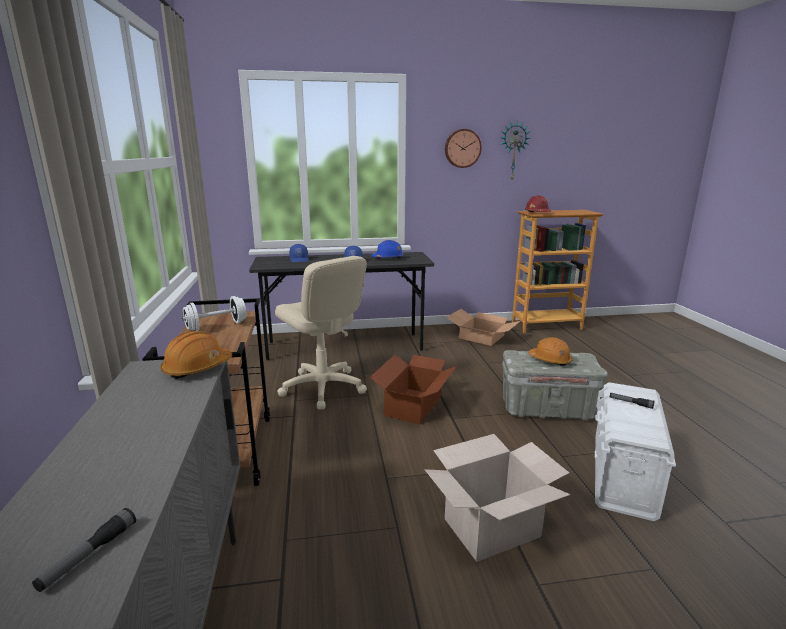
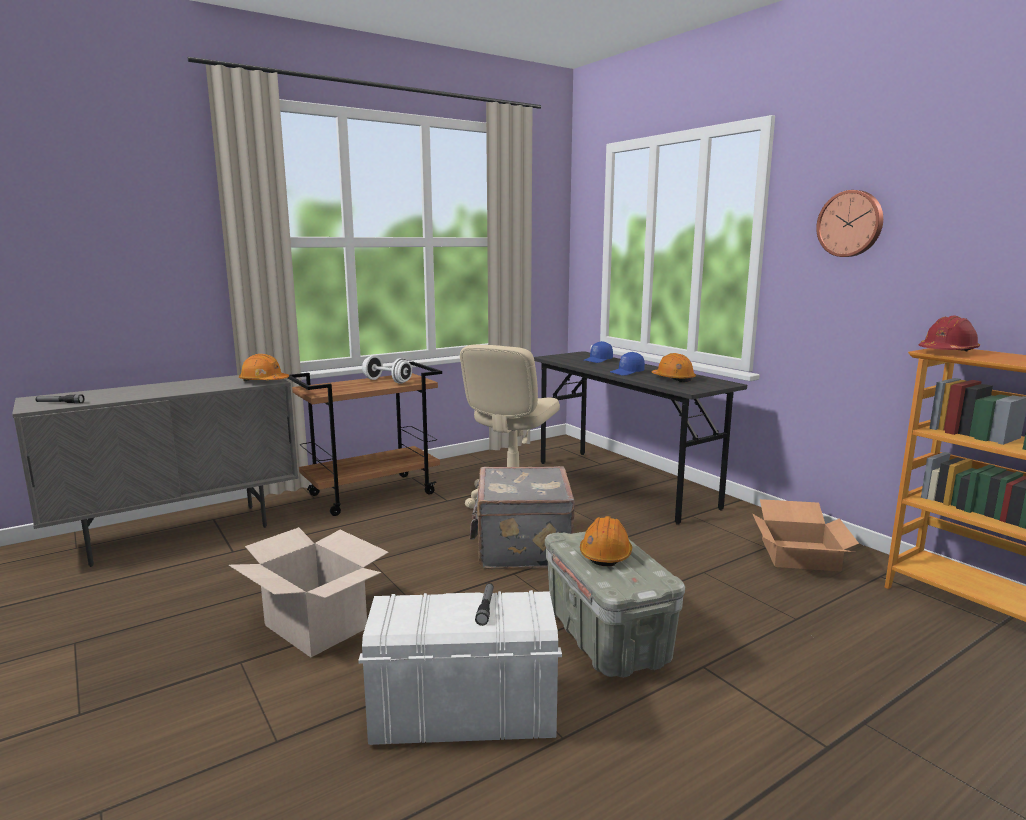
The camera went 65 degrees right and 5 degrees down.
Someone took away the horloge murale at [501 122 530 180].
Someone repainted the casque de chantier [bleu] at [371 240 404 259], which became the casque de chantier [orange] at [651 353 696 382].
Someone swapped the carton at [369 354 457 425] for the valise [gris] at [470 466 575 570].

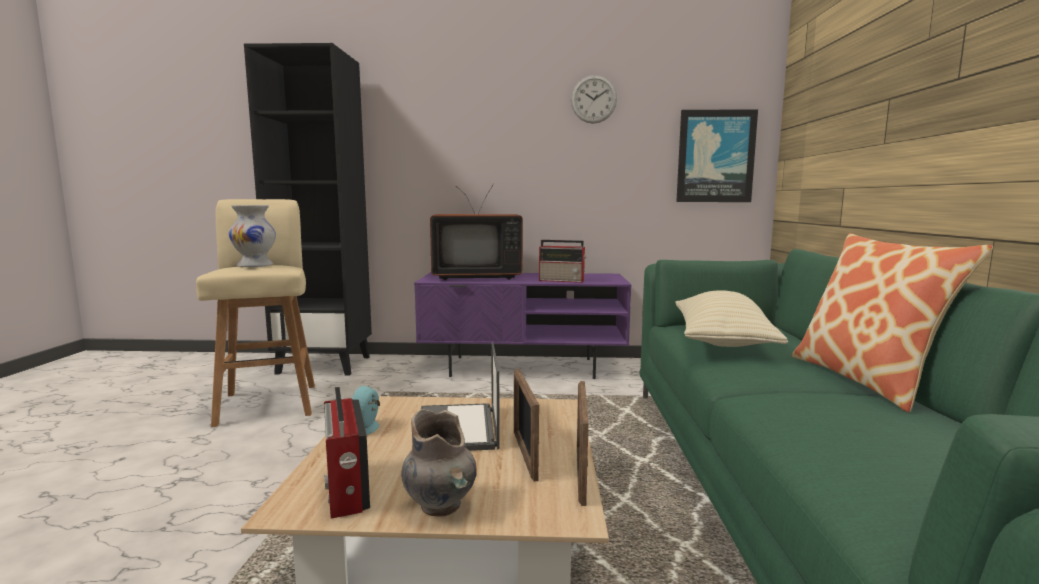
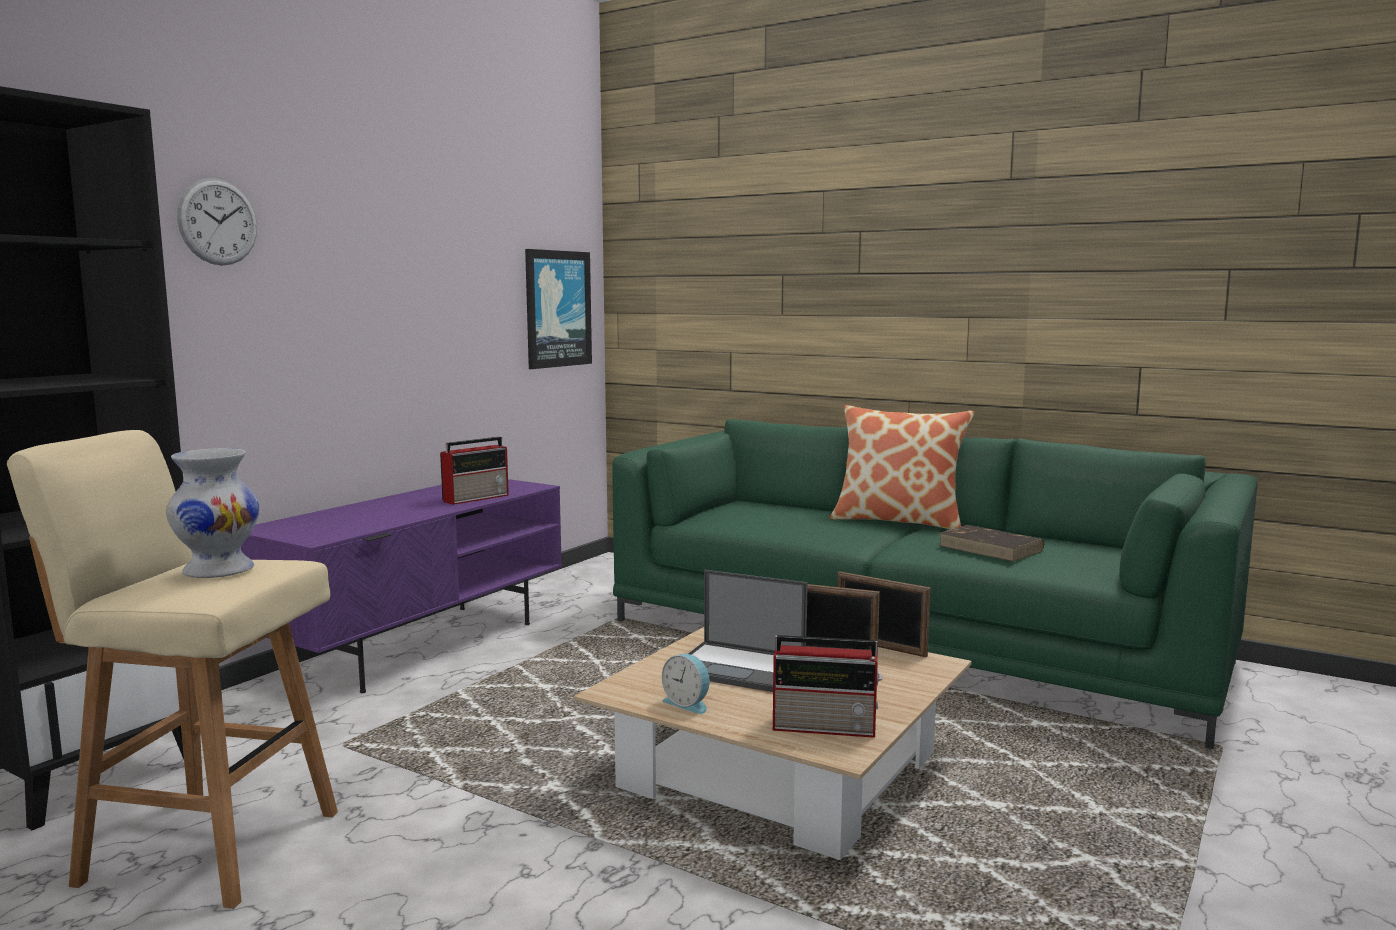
The camera went 60 degrees left and 0 degrees up.
Someone carried the horloge murale from [571 75 617 124] to [177 178 257 266].
Someone took away the téléviseur at [430 183 523 280].
Someone took away the coussin [beige] at [675 290 788 347].
Someone took away the vase [gris] at [401 409 477 516].
Someone put down the livre [marron] at [938 525 1044 562].

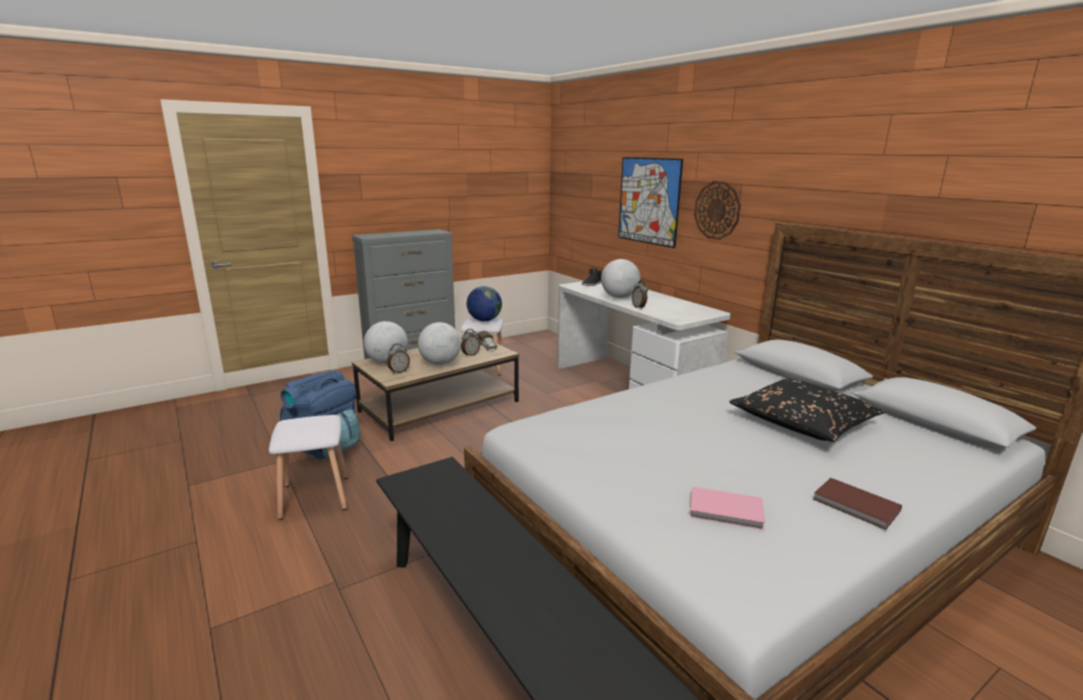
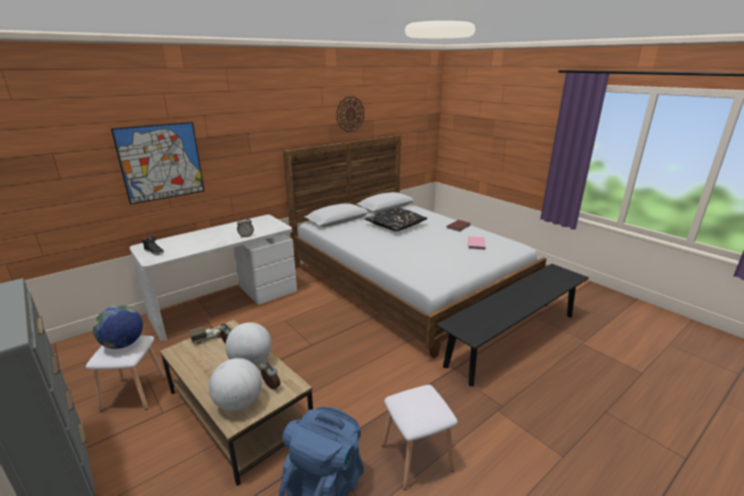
The camera went 95 degrees left and 5 degrees up.
Someone carried the horloge murale from [694 181 741 240] to [336 96 364 132].
Someone took away the globe at [601 259 640 298].

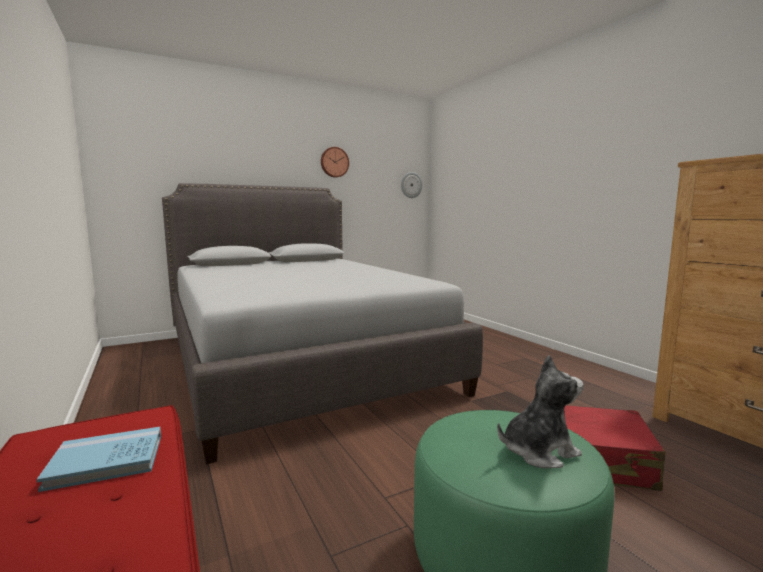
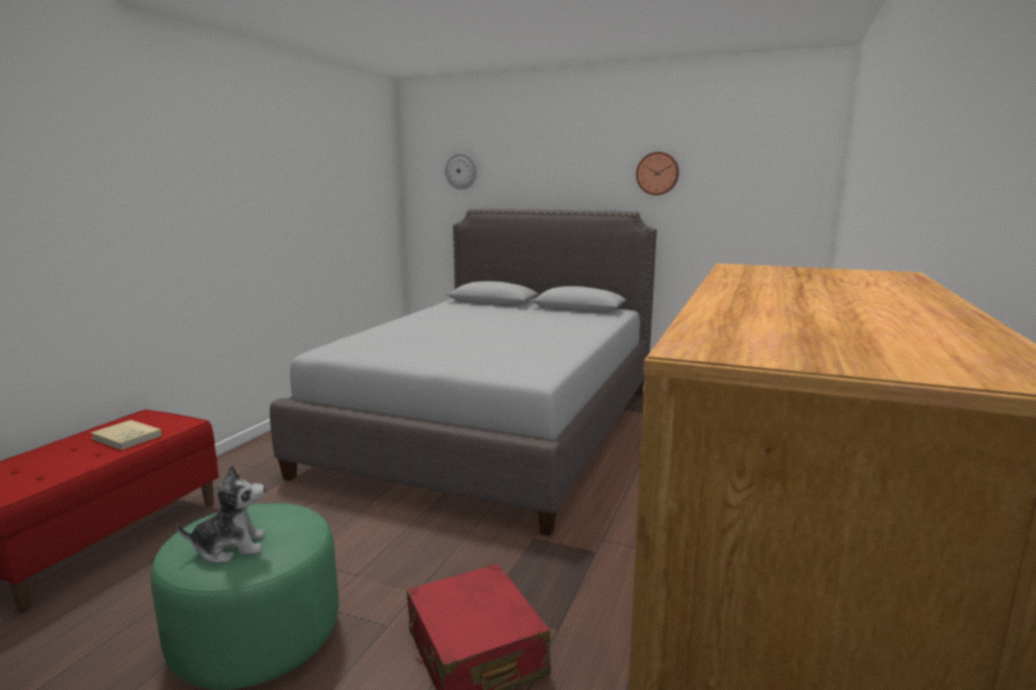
The camera went 50 degrees right and 5 degrees up.
Someone carried the horloge murale from [401 172 422 198] to [445 153 477 190].
Someone rotated the peluche at [497 355 584 468] by 45 degrees counterclockwise.
Someone repainted the livre [bleu] at [37 427 161 492], which became the livre [beige] at [90 420 162 450].

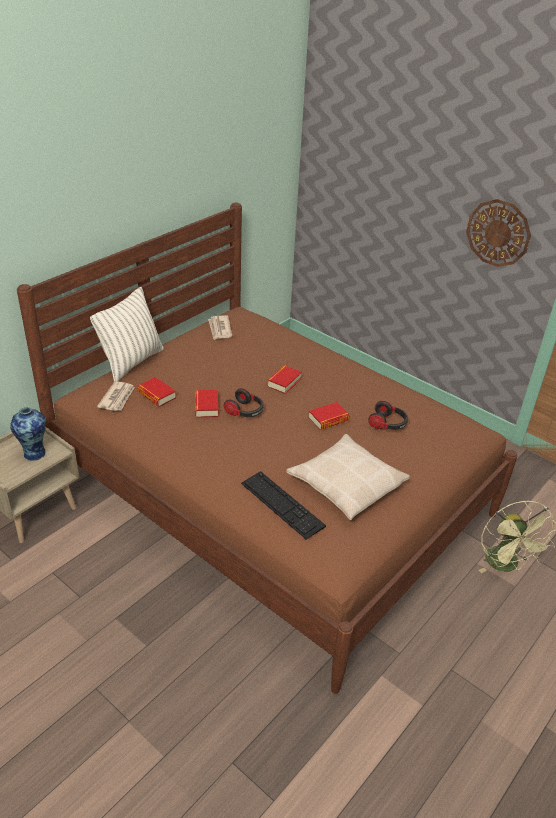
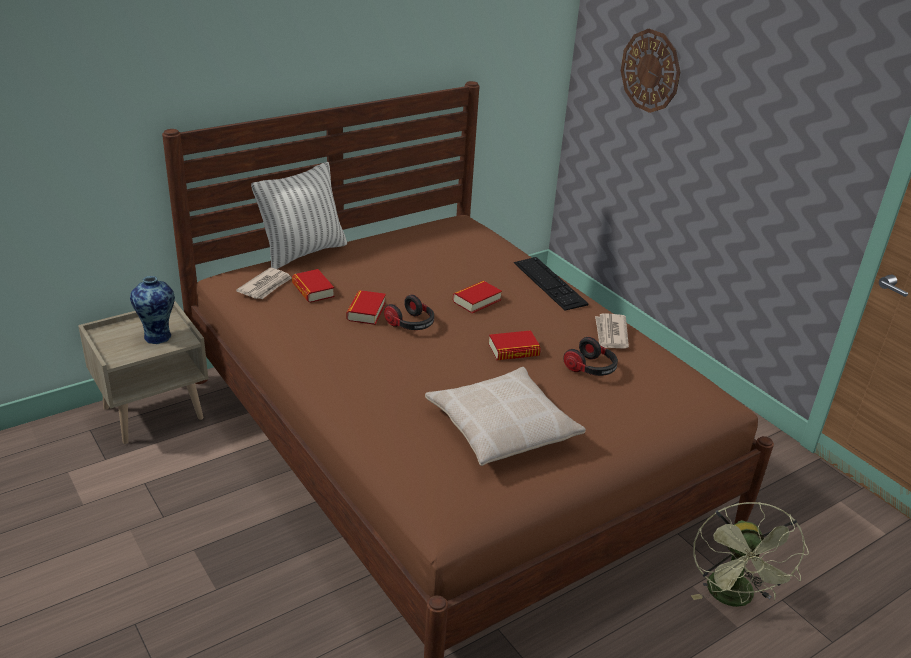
The camera went 15 degrees right and 5 degrees down.
Someone carried the horloge murale from [466 199 531 267] to [621 29 680 113].
Someone carried the journal from [208 315 232 340] to [595 313 629 349].
Someone carried the clavier from [241 471 326 539] to [514 257 589 310].

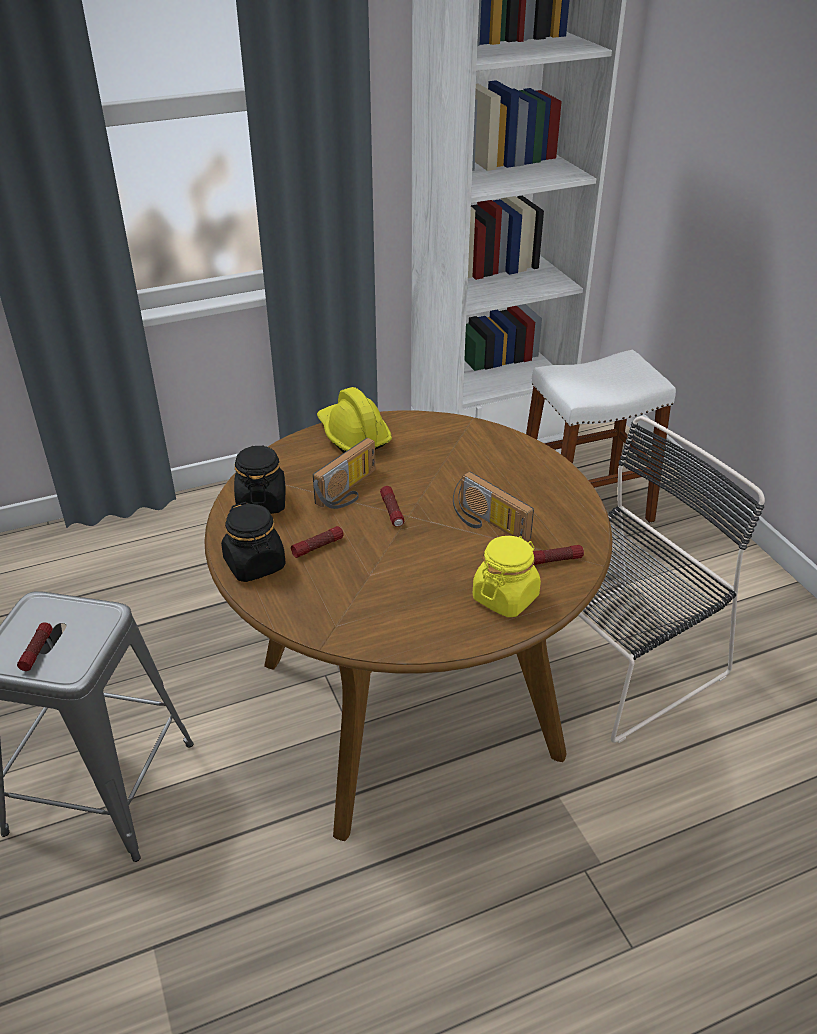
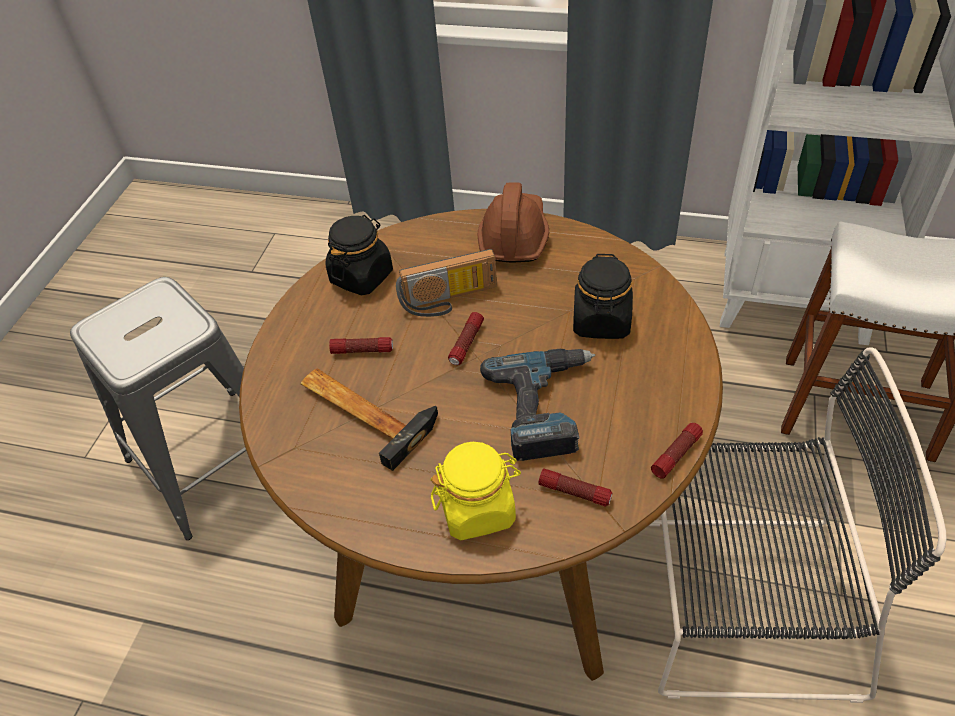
The camera went 40 degrees right and 10 degrees up.
Someone repainted the casque de chantier [jaune] at [317 387 392 453], which became the casque de chantier [marron] at [478 182 549 263].
Someone swapped the radio at [453 472 534 541] for the perceuse at [480 349 595 461].
Someone carried the bocal [noir] from [221 502 286 582] to [573 254 633 339].
Someone carried the lampe de poche from [17 622 53 671] to [651 423 703 479].
Someone put down the marteau at [301 368 438 471].

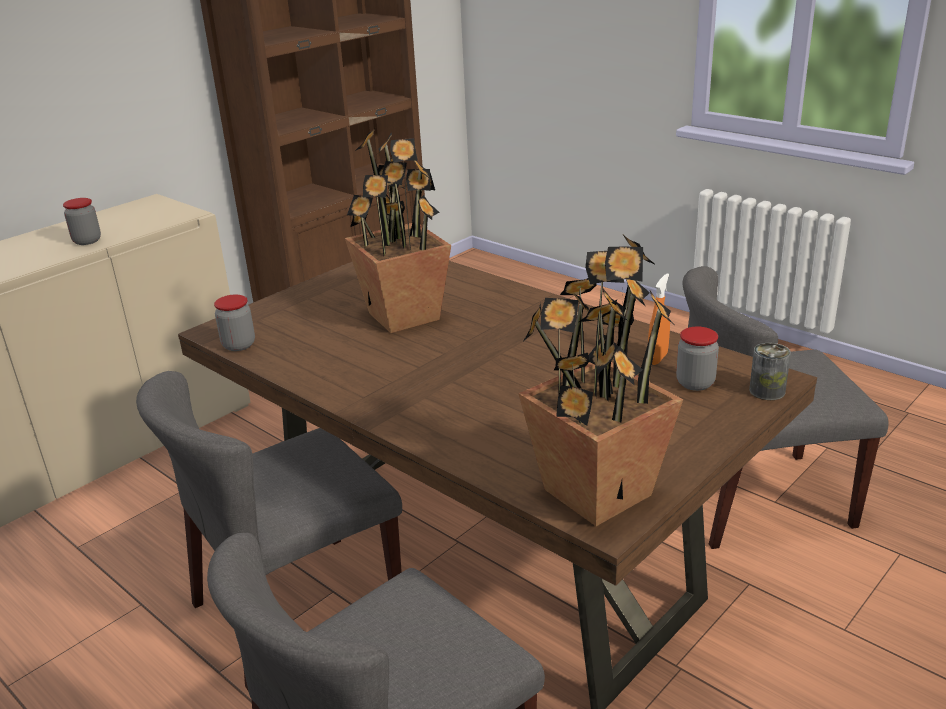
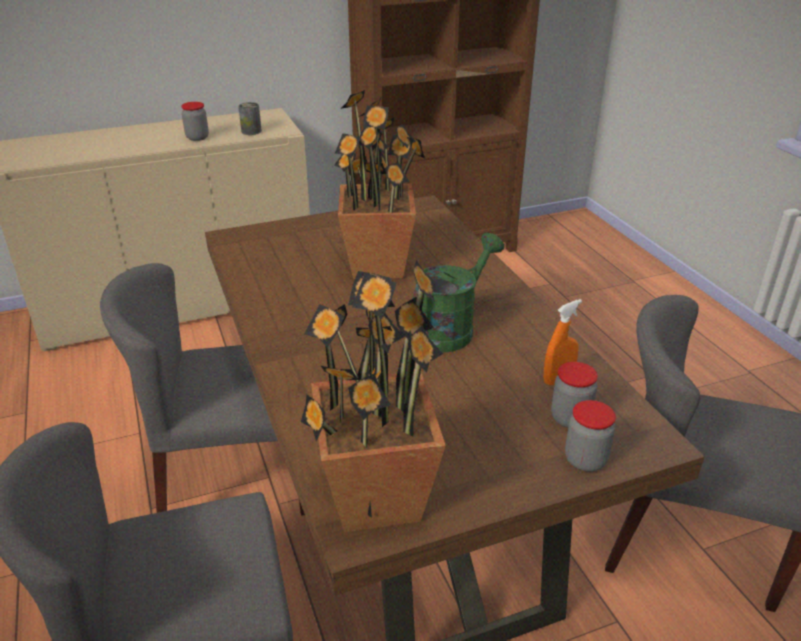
The camera went 25 degrees right and 5 degrees up.
Someone carried the bocal from [214 295 255 351] to [565 400 616 472].
Someone carried the boîte métallique from [749 343 791 400] to [238 102 262 135].
Someone put down the arrosoir [vert] at [413 233 504 352].

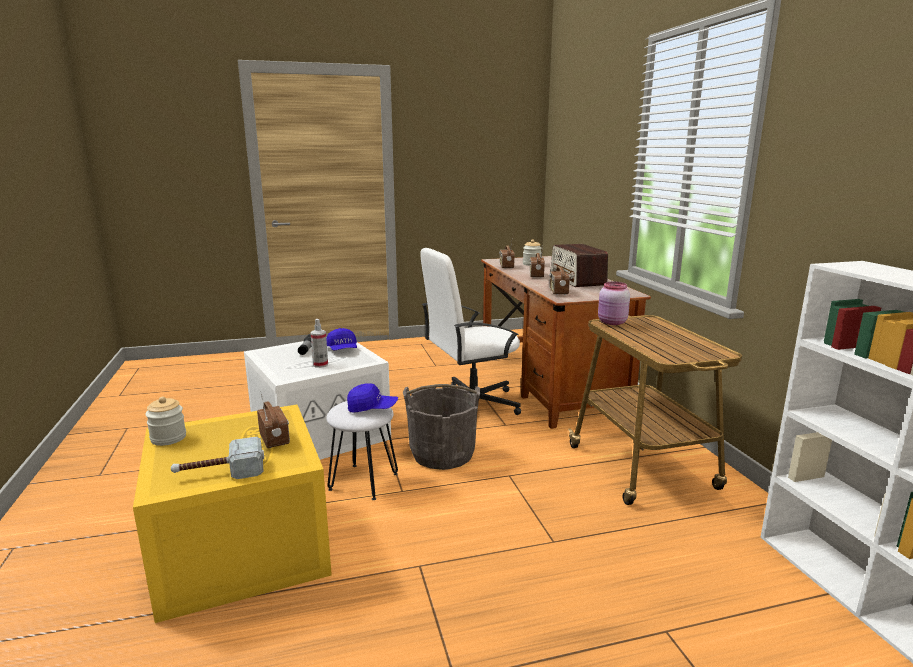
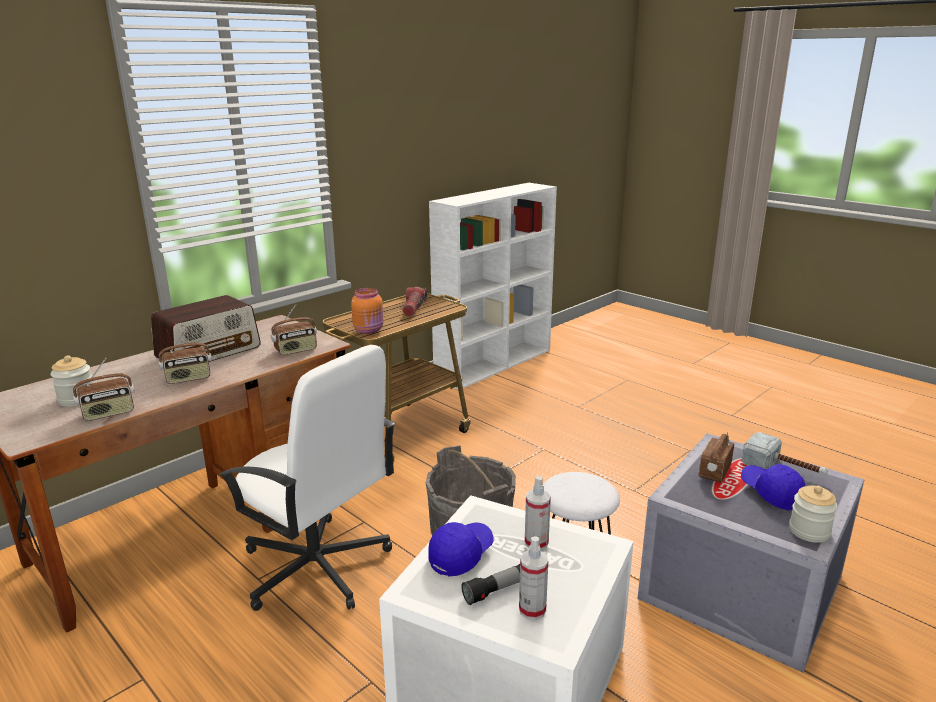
The camera went 120 degrees left and 5 degrees up.
Someone repainted the bocal [rose] at [598 282 630 325], which became the bocal [orange] at [351 288 384 334].
Someone carried the casquette [bleu] from [347 383 398 412] to [741 464 805 511].
Someone repainted the boîte de rangement [jaune] at [133 405 332 623], which became the boîte de rangement [gris] at [637 433 865 673].
Someone put down the lampe de poche at [403 287 427 317].
Someone put down the vaporisateur at [519 537 548 620].

